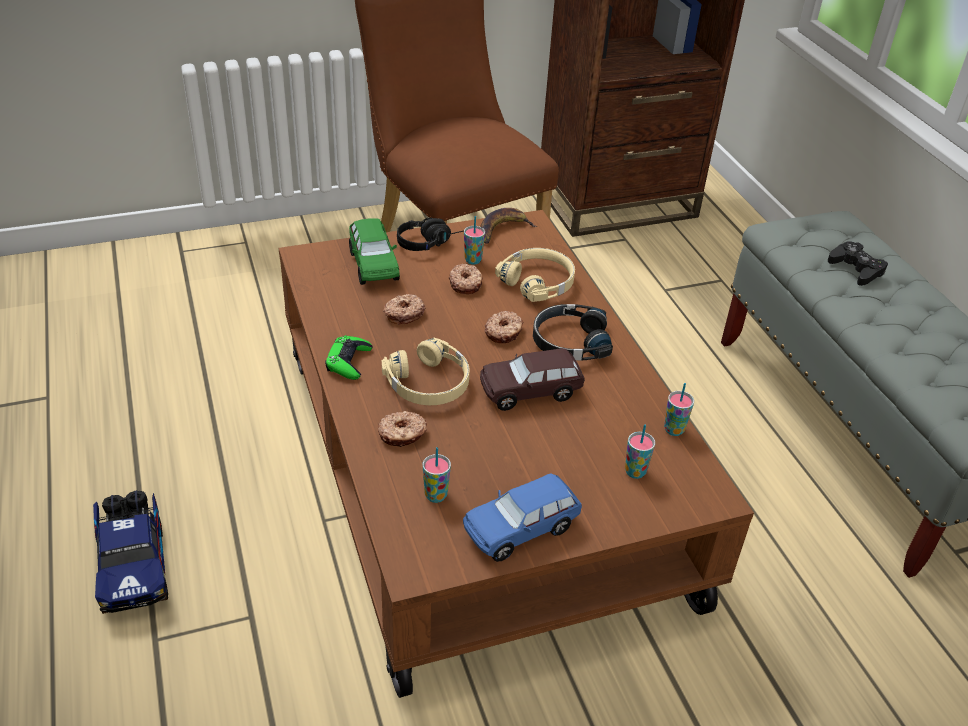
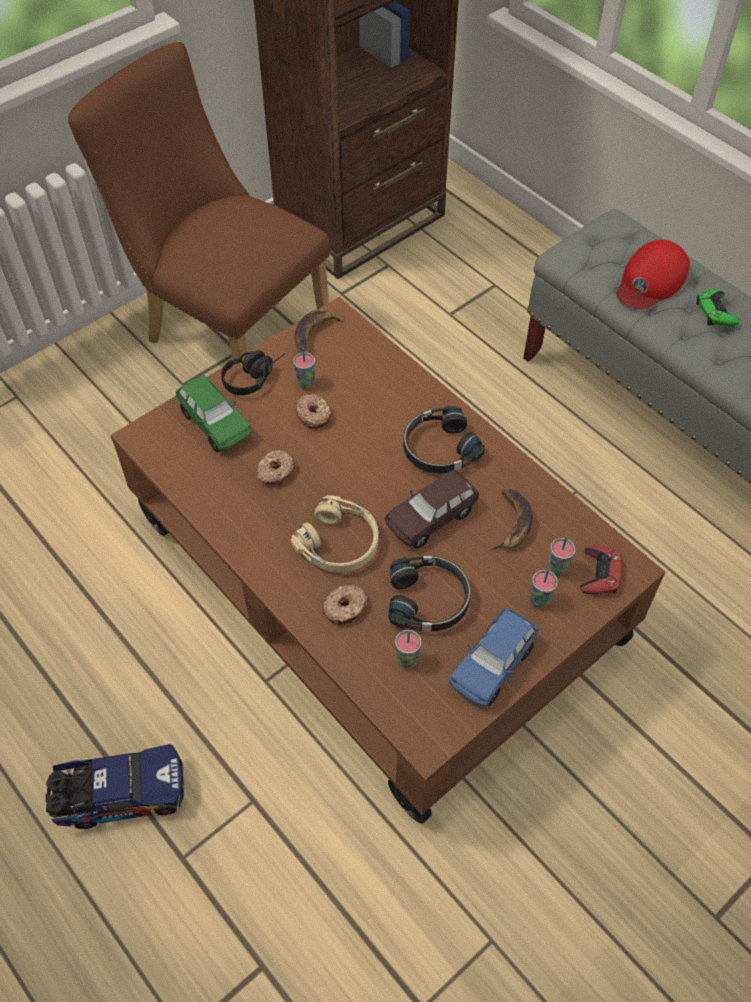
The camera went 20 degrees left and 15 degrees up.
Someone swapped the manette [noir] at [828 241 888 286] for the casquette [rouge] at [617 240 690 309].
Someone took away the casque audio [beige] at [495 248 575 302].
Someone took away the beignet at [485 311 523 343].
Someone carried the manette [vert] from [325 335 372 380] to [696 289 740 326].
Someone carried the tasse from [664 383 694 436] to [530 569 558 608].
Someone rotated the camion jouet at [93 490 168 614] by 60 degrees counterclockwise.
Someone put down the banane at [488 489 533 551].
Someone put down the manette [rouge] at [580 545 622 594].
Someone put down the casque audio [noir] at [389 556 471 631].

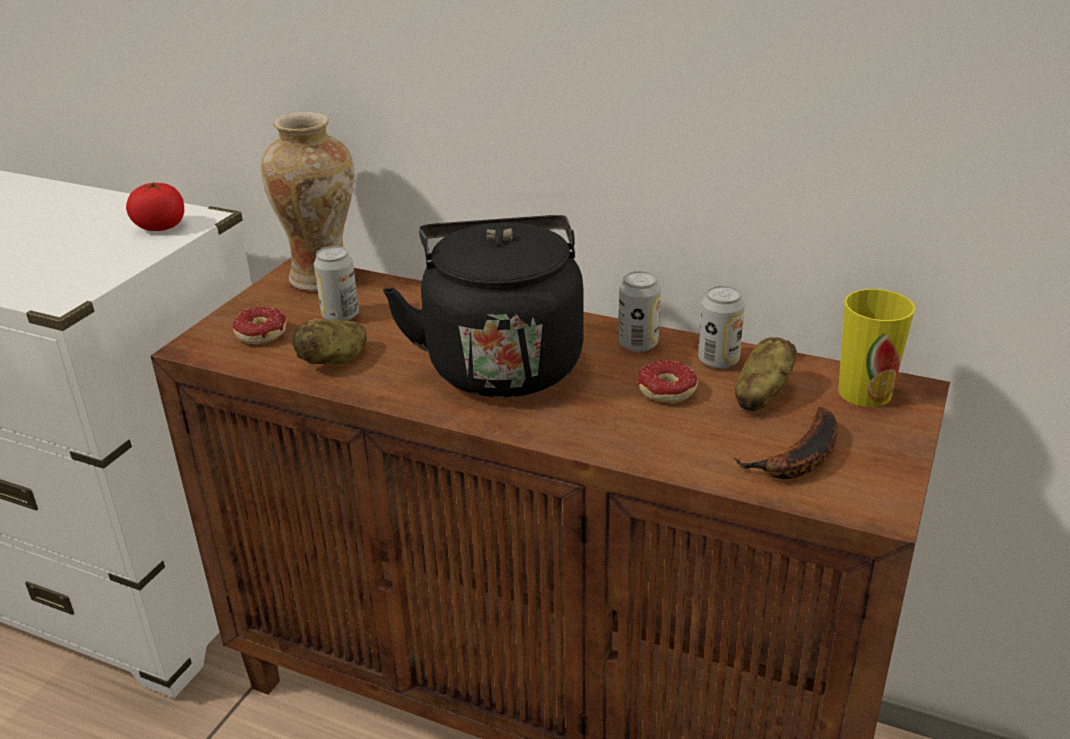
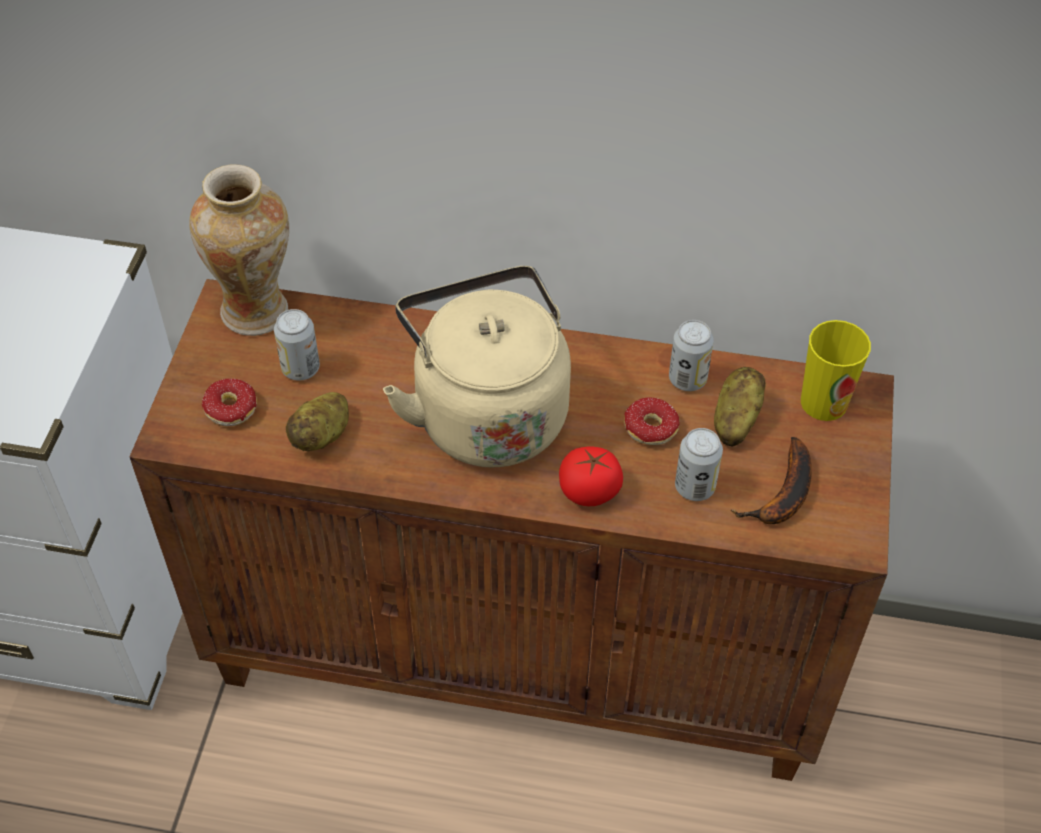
The camera went 15 degrees left and 20 degrees up.
Someone carried the tomate from [126 182 184 231] to [559 446 623 506].
Someone repainted the bouilloire [noir] at [383 215 584 398], which became the bouilloire [beige] at [383 266 571 467].
Someone carried the boîte métallique from [618 271 661 352] to [675 428 723 501].

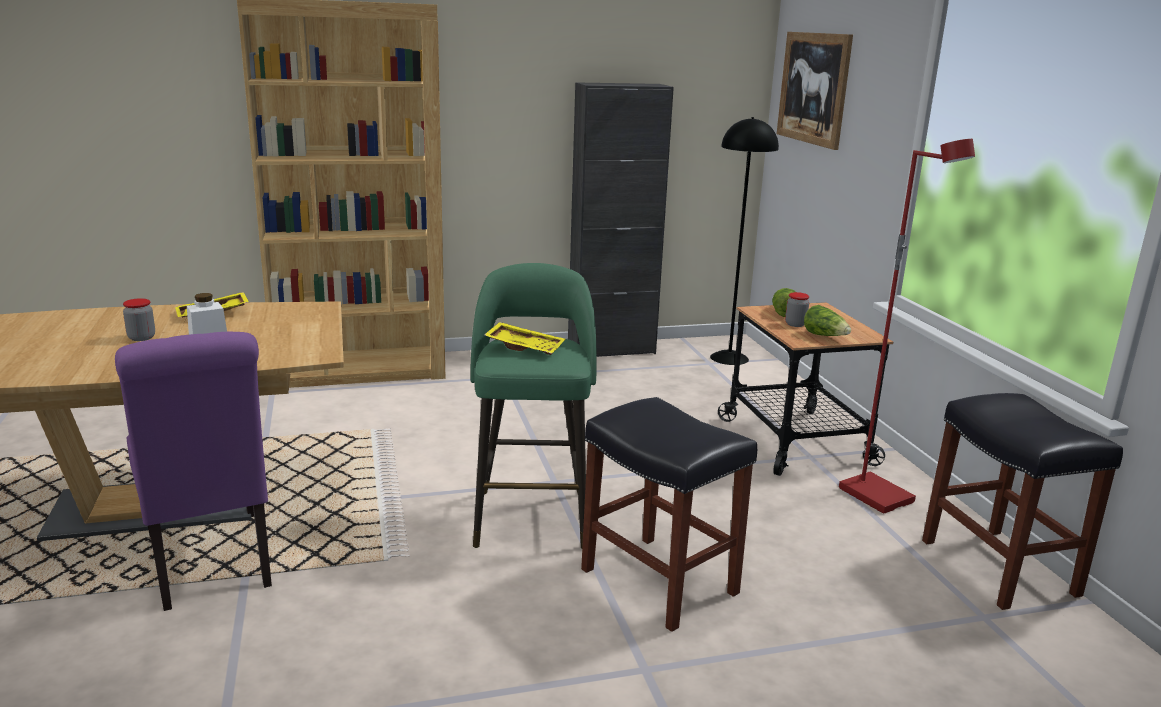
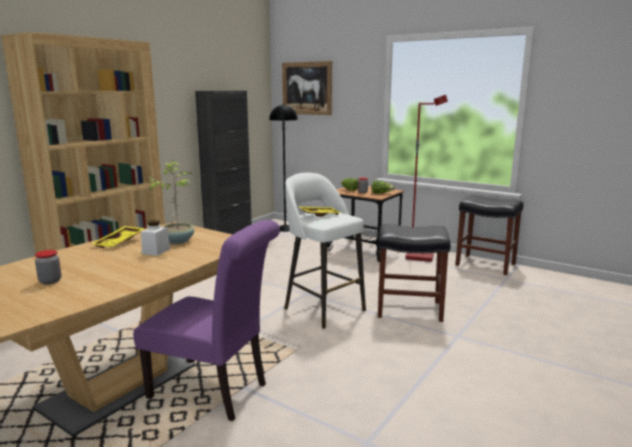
The camera went 40 degrees left and 5 degrees down.
Someone repainted the tabouret [vert] at [470 263 597 548], which became the tabouret [blanc] at [284 173 366 329].
Someone carried the bocal from [123 298 155 341] to [35 250 61 284].
Someone put down the plante en pot at [149 160 194 244].

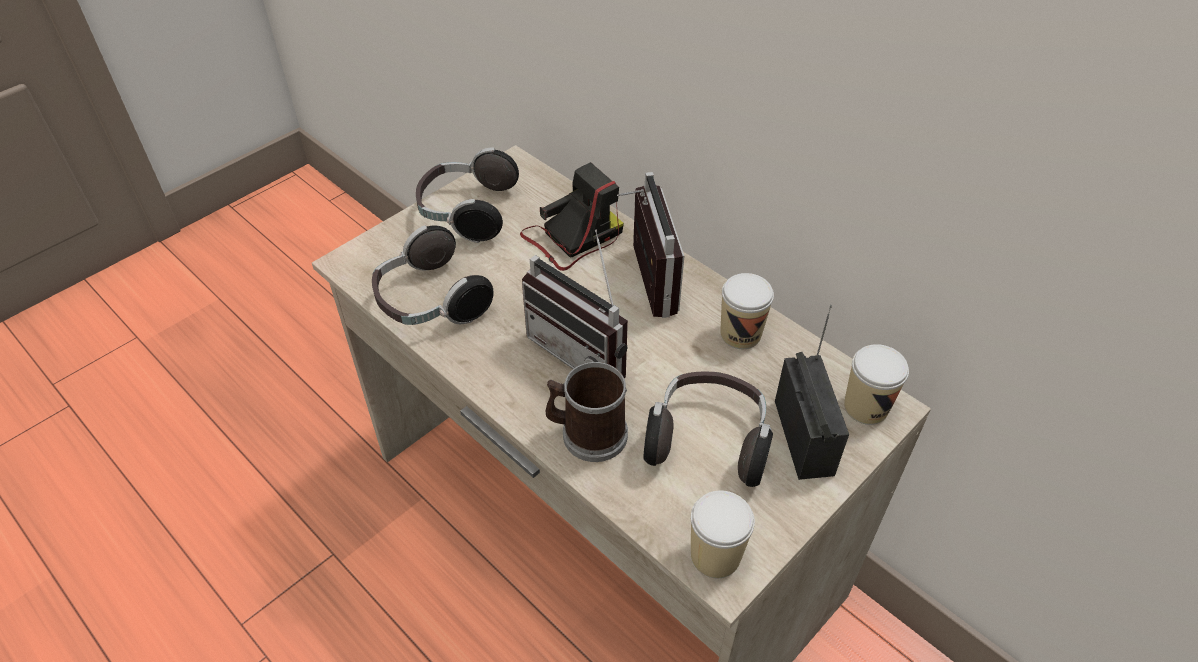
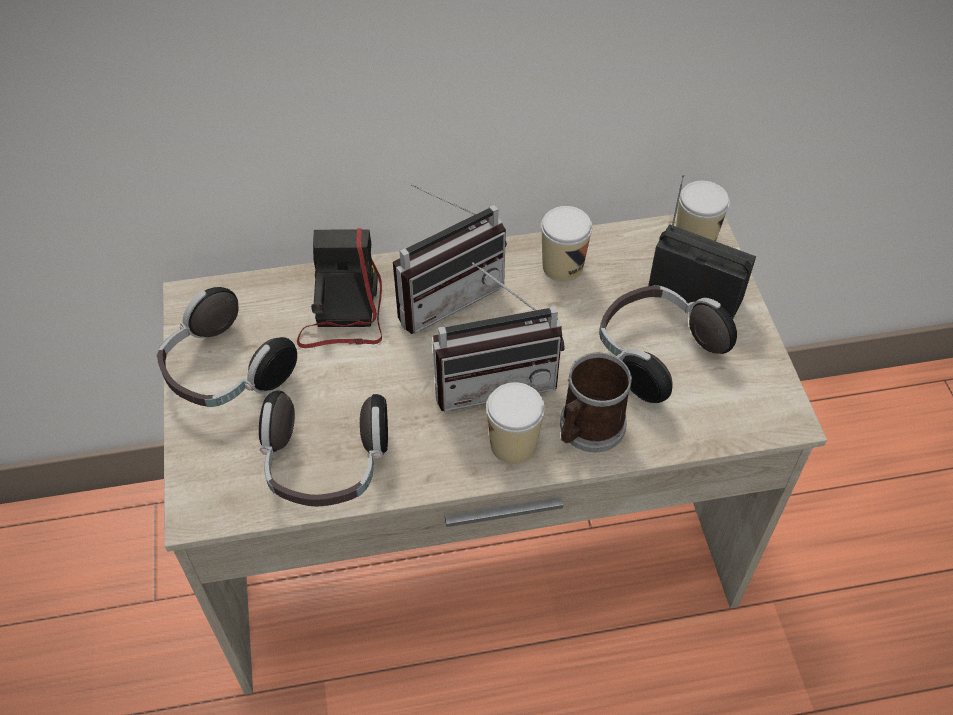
The camera went 55 degrees left and 5 degrees up.
Someone rotated the radio at [617 172 684 318] by 120 degrees clockwise.
Someone carried the tasse from [691 490 755 578] to [486 382 545 464].

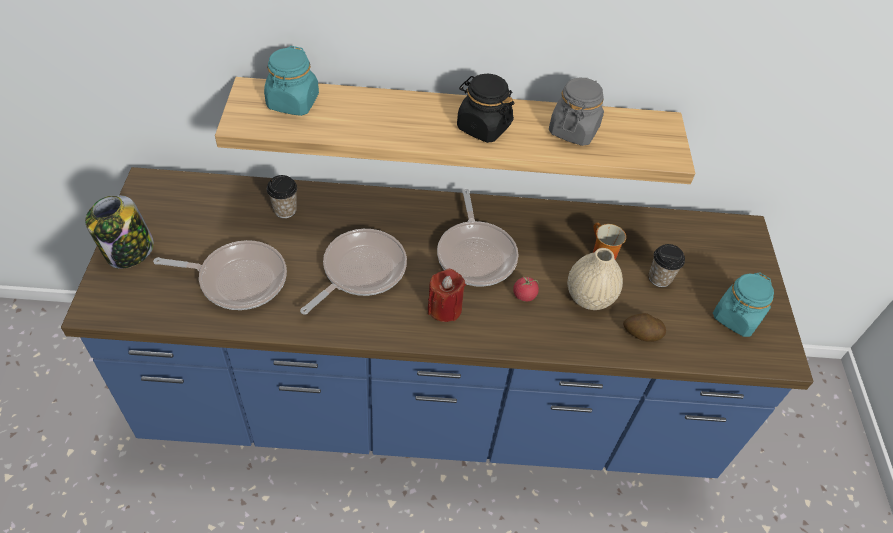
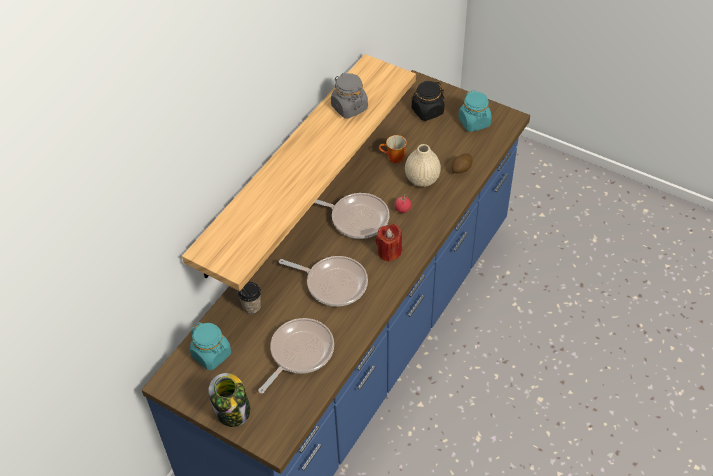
The camera went 55 degrees left and 0 degrees up.
Someone carried the bocal [turquoise] from [264 46 319 116] to [190 323 231 370].
Someone carried the bocal [noir] from [457 74 514 143] to [411 81 445 121].
Someone rotated the poêle at [300 229 407 315] by 135 degrees clockwise.
Someone took away the tasse at [649 244 685 287].

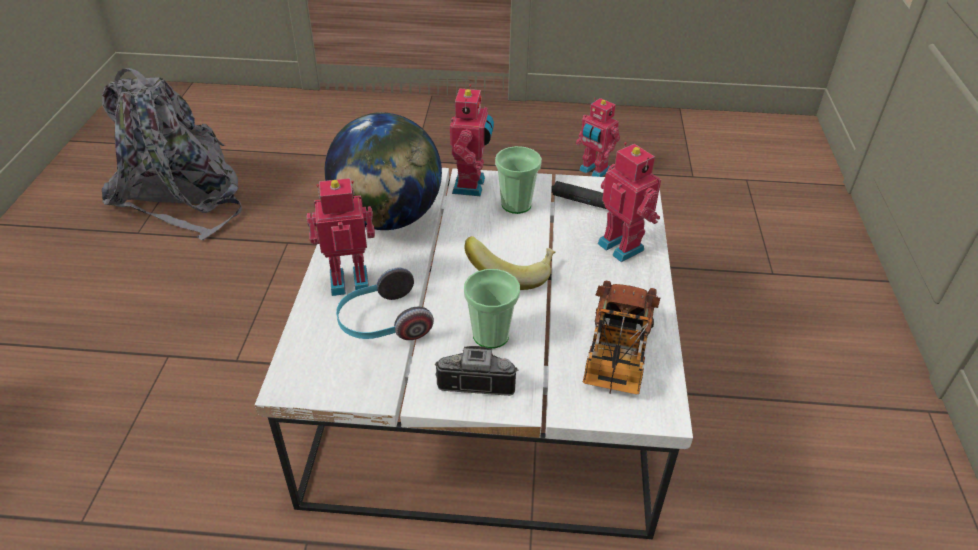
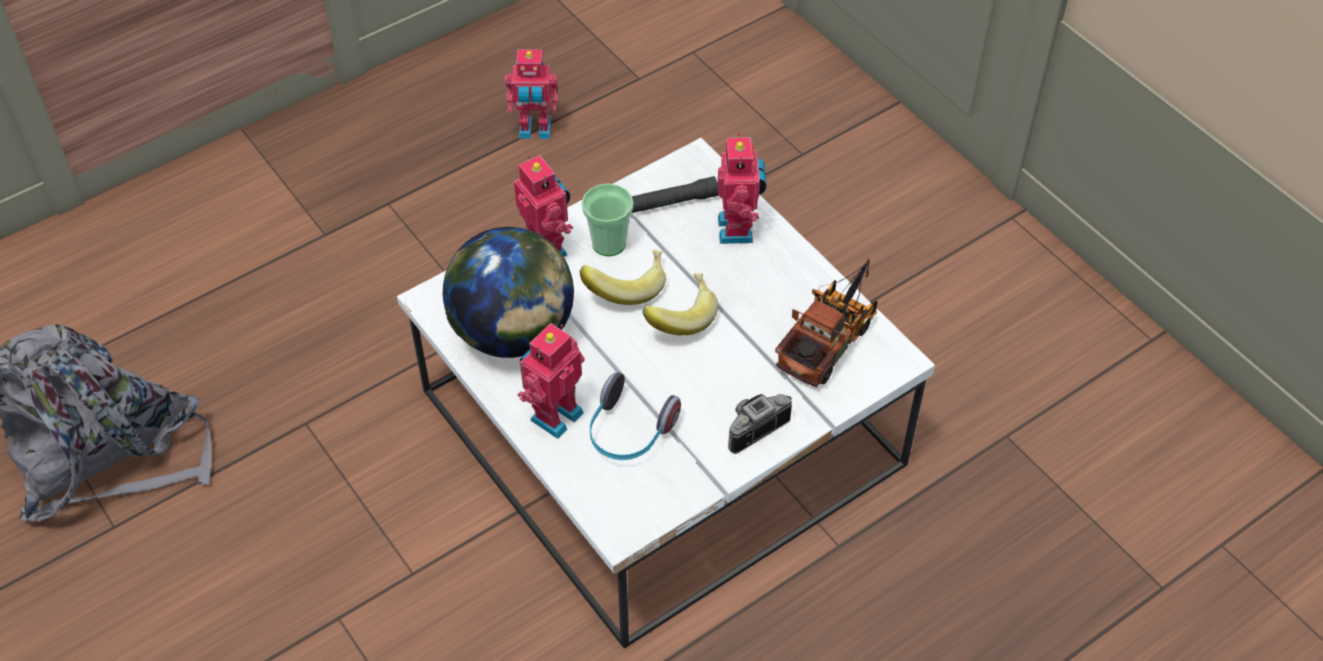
The camera went 40 degrees left and 10 degrees up.
Someone rotated the robot jouet at [597 142 661 262] by 75 degrees clockwise.
Someone took away the tasse at [464 269 520 349].
Someone rotated the camion jouet at [583 281 660 394] by 120 degrees counterclockwise.
Someone put down the banane at [580 250 666 305].

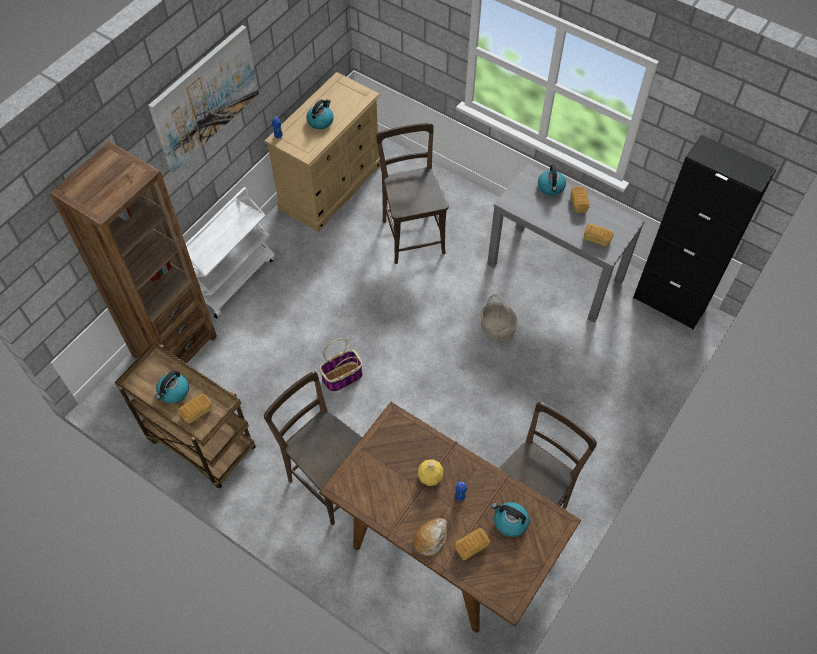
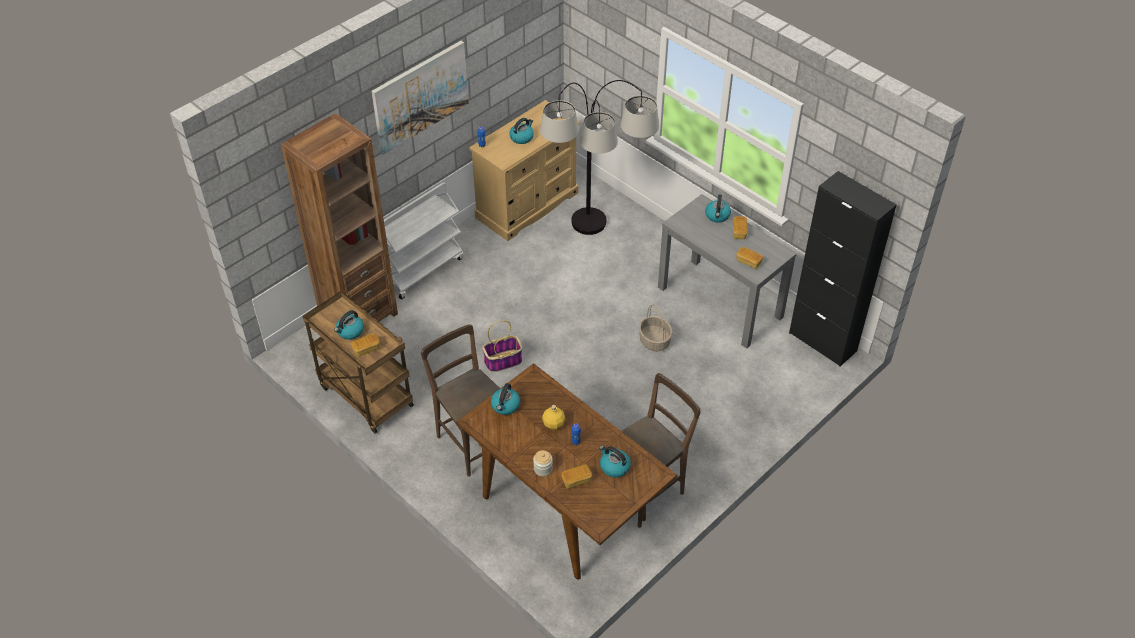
The camera went 10 degrees right and 10 degrees down.
Someone swapped the chaise [marron] at [376 123 449 264] for the lampadaire at [540 80 659 235].
Someone swapped the pain at [414 518 447 557] for the bocal at [533 450 553 477].
Someone put down the bouilloire at [491 383 520 415].

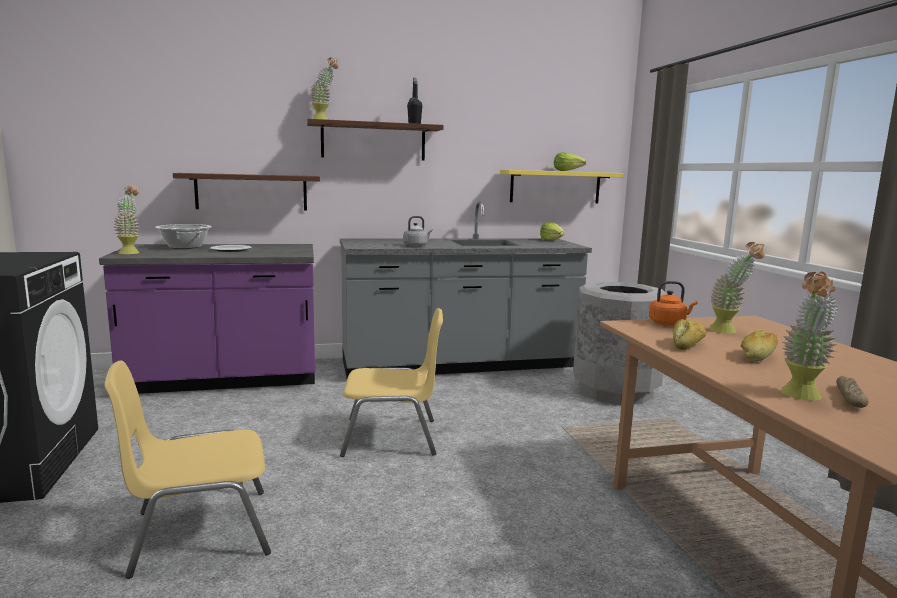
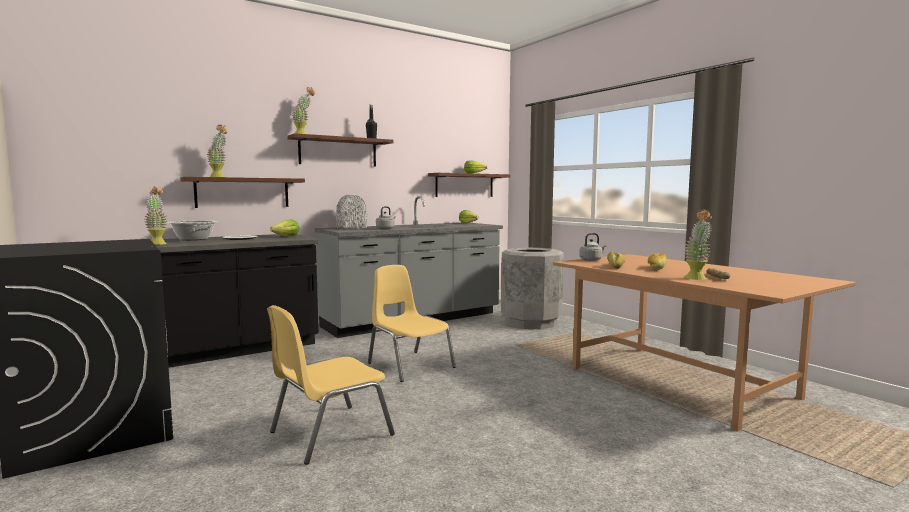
The camera went 20 degrees left and 5 degrees down.
Someone repainted the étagère [jaune] at [500 170 624 204], which became the étagère [marron] at [428 173 510 197].
Someone carried the plante en pot from [709 242 765 334] to [206 125 227 177].
Someone repainted the comptoir de cuisine [violet] at [99 244 315 394], which became the comptoir de cuisine [noir] at [156 234 319 368].
Someone repainted the bouilloire [orange] at [649 281 698 326], which became the bouilloire [gris] at [579 233 606 261].
Someone rotated the chaise [jaune] at [340 308 443 457] by 105 degrees counterclockwise.
Someone put down the vase [gris] at [336 195 367 229].
Someone put down the laitue at [270 220 299 236].

